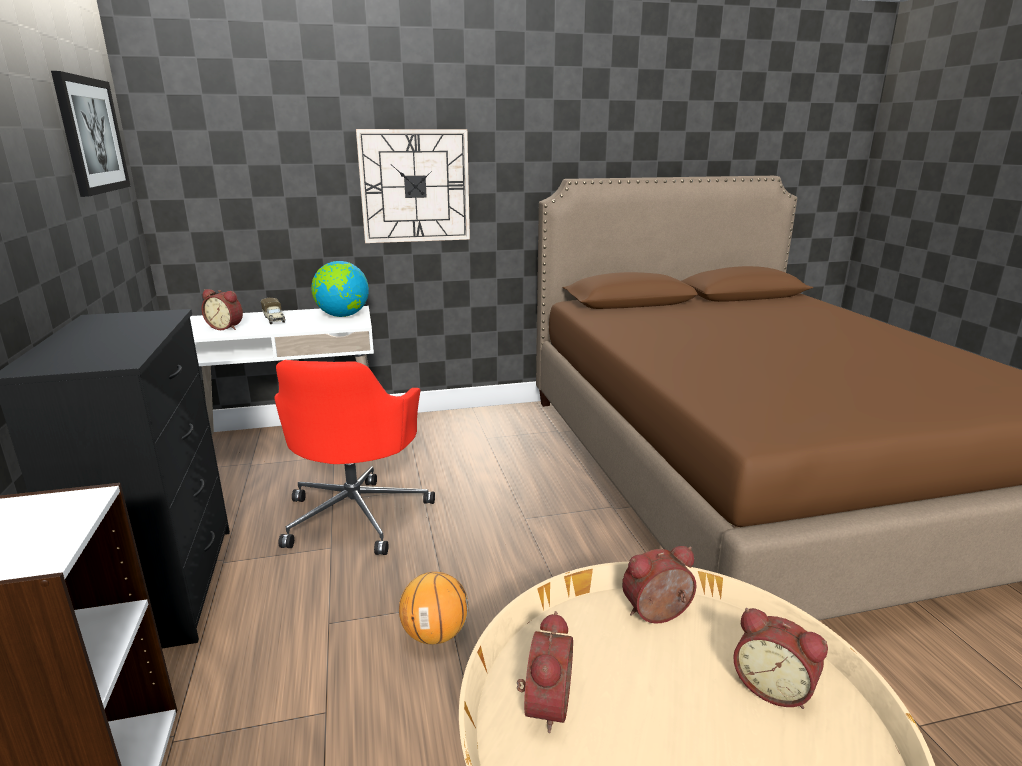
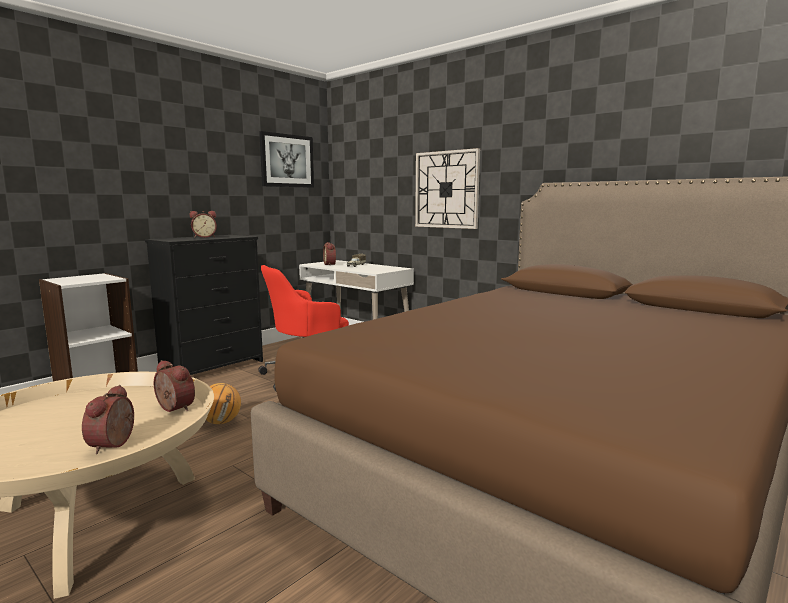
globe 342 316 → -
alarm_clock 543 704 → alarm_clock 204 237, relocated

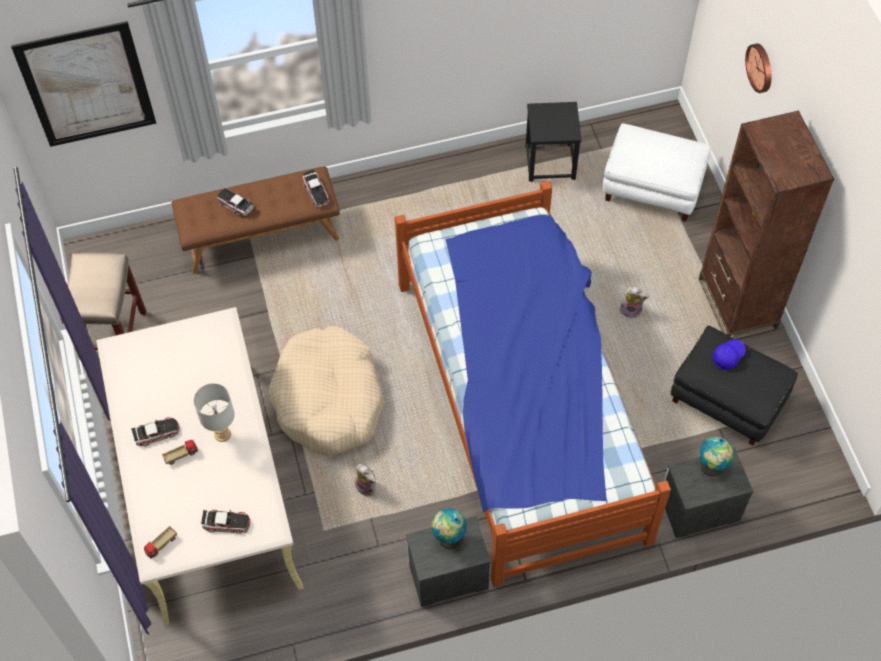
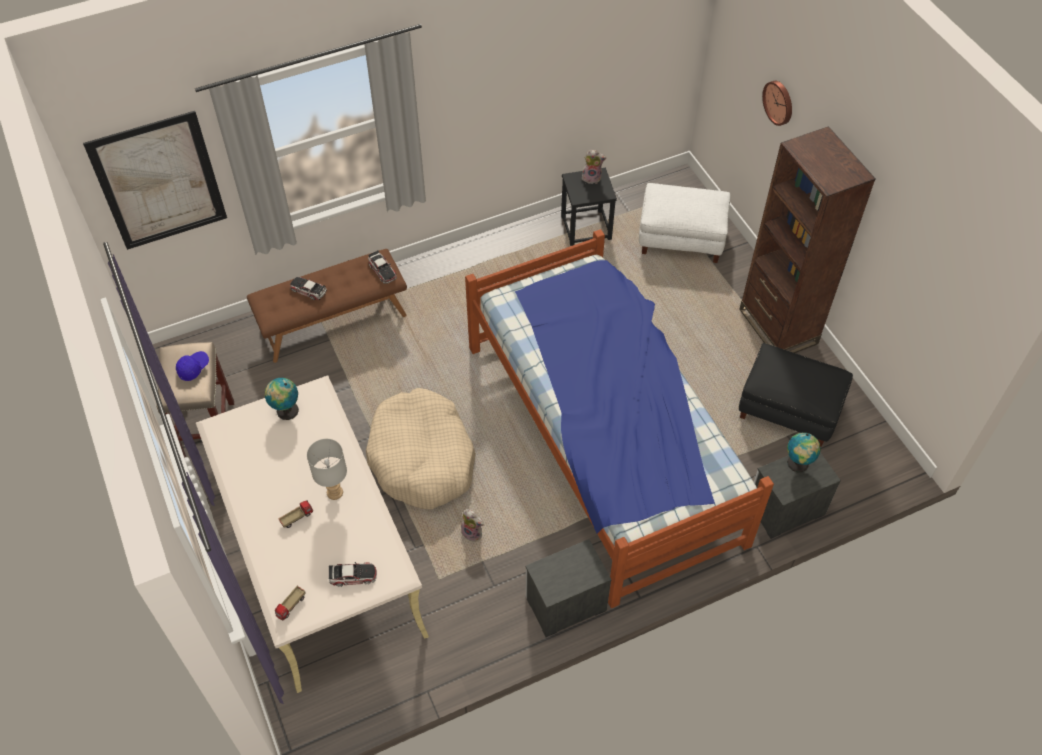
toy_car 156 433 → -
globe 448 538 → globe 286 411, relocated
plush_toy 631 310 → plush_toy 592 177, relocated
blue_cap 728 356 → blue_cap 193 368, relocated

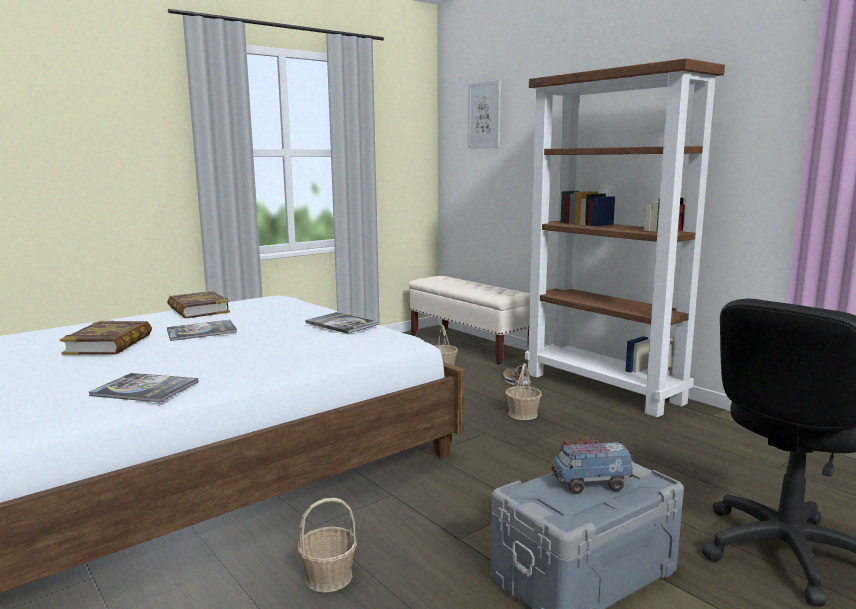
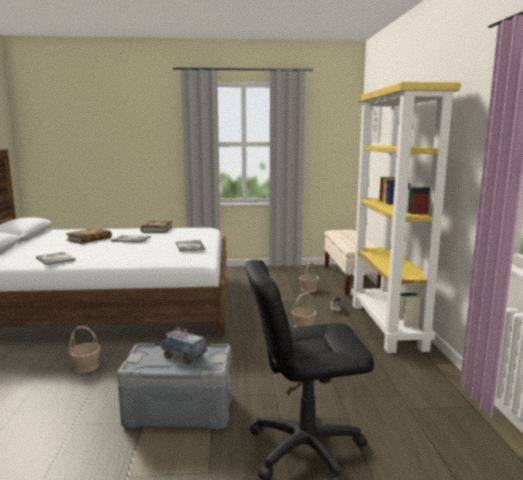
brown_bookcase 604 388 → yellow_bookcase 388 326

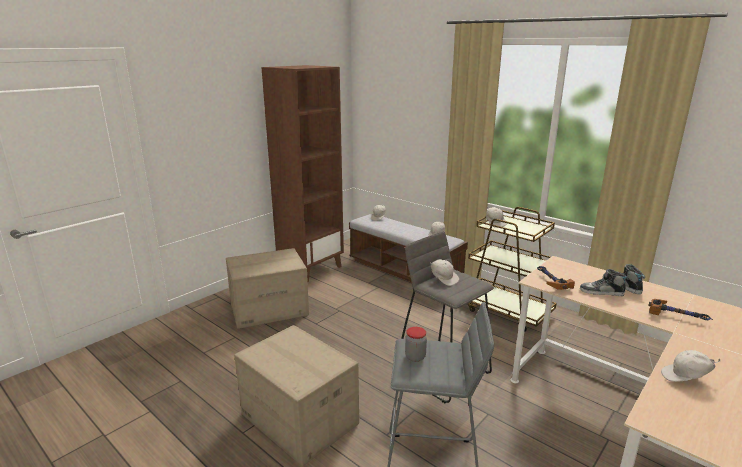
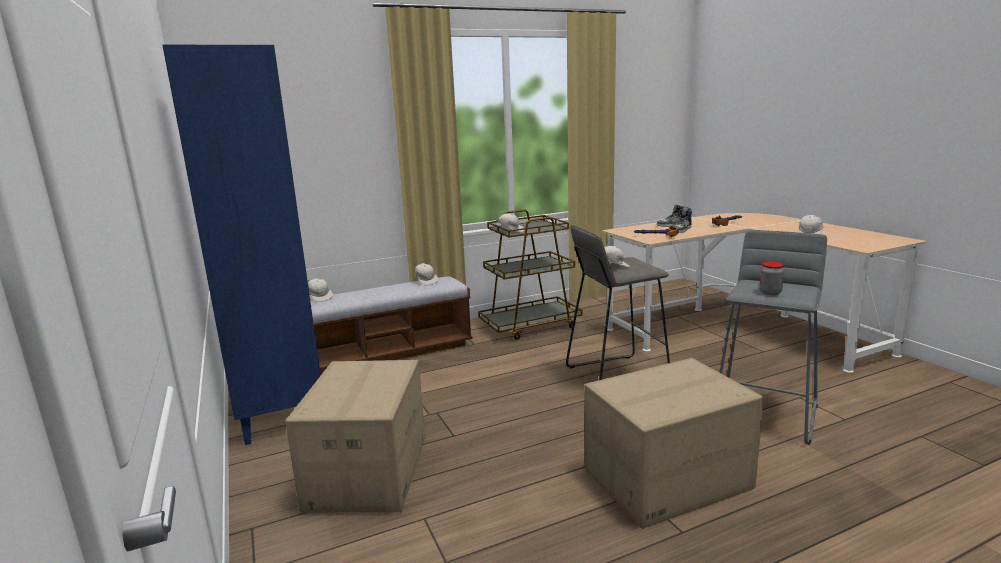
brown_bookcase 311 268 → blue_bookcase 280 415

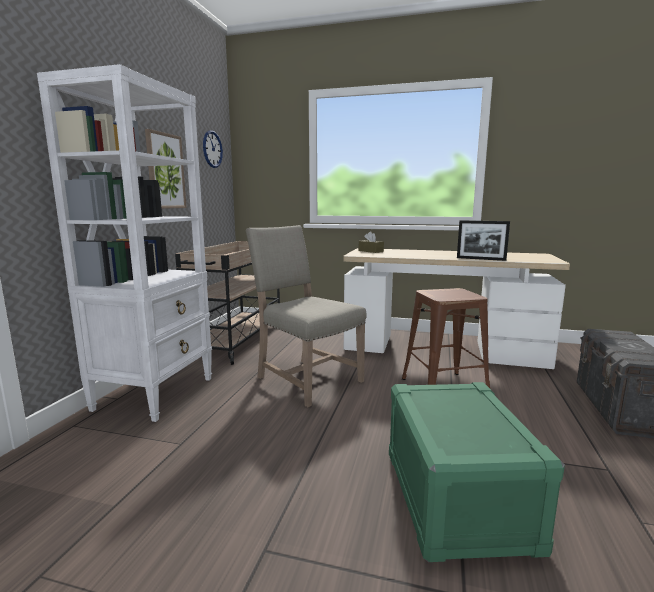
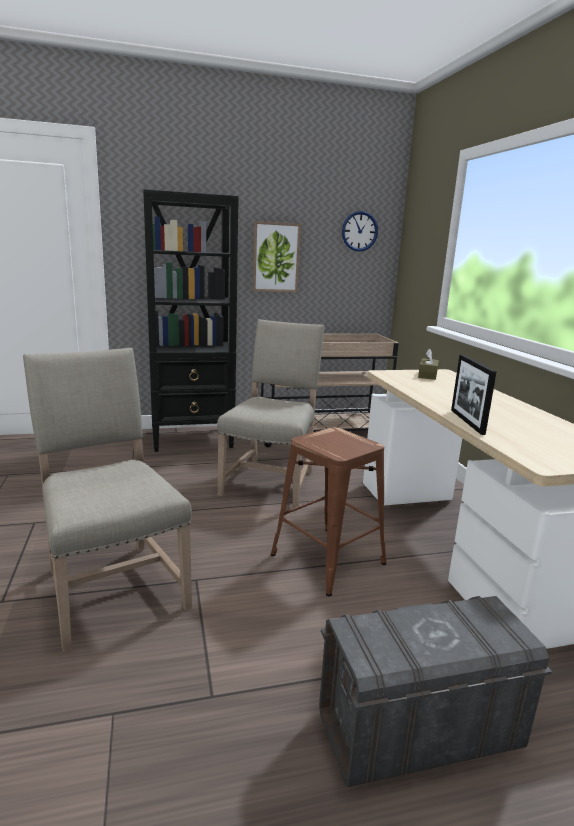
white_bookcase 156 393 → black_bookcase 193 439
green_storage_box 455 498 → beige_chair 112 587

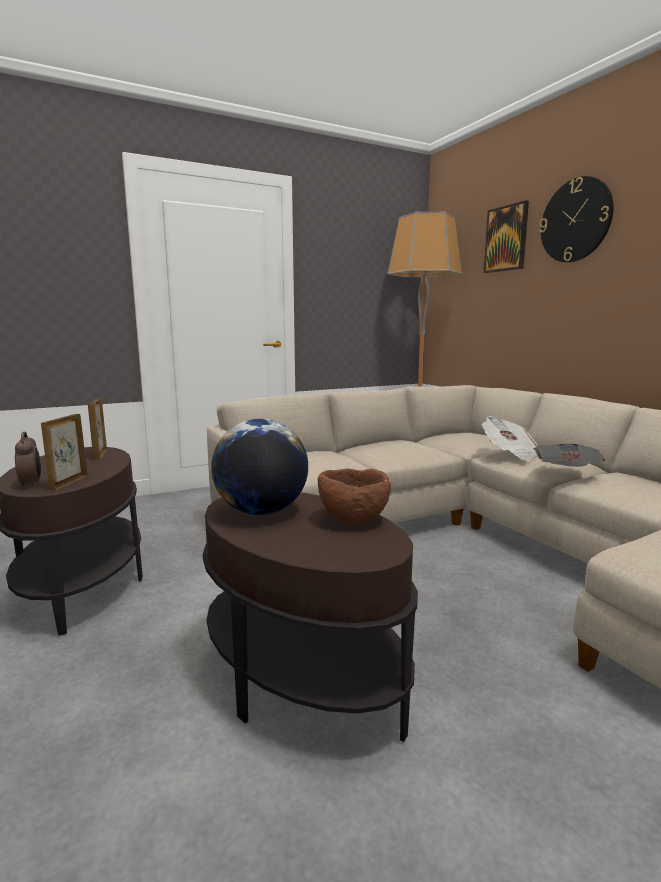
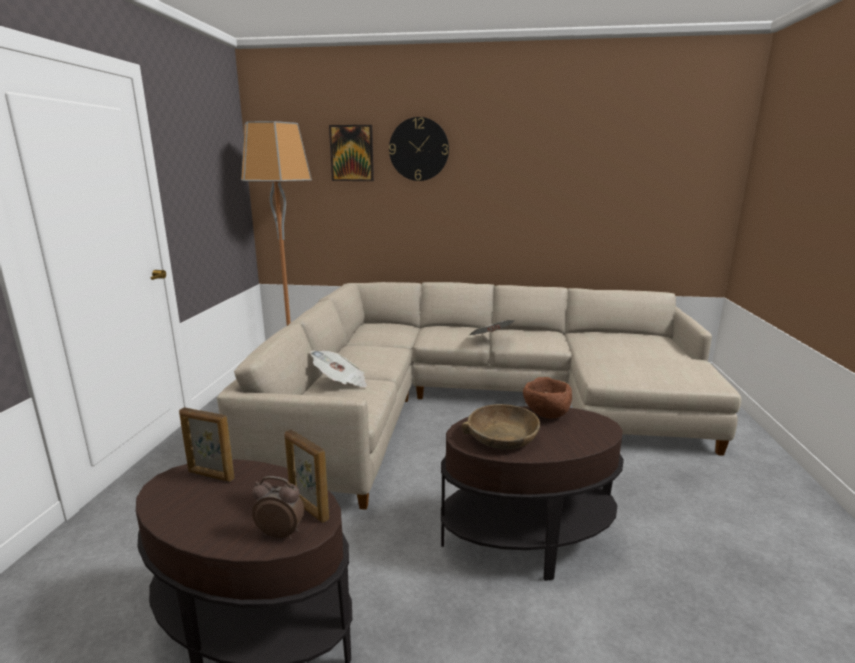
globe 261 511 → brown_bowl 502 437
newspaper 510 454 → newspaper 341 383, relocated

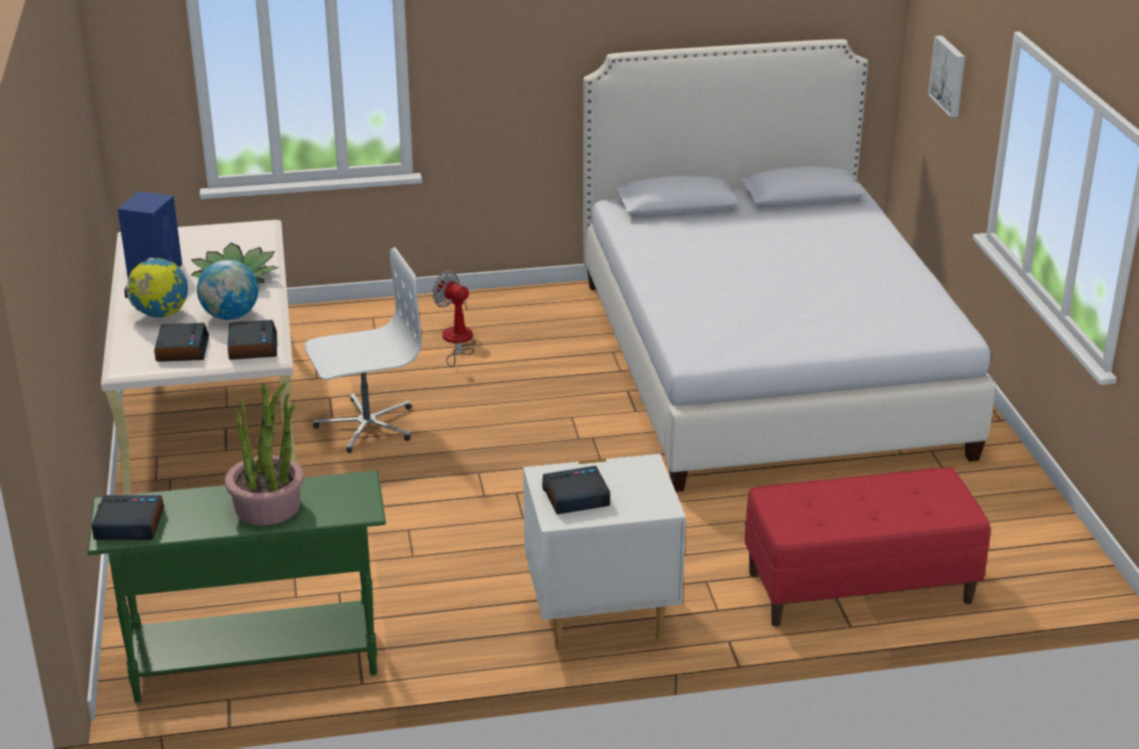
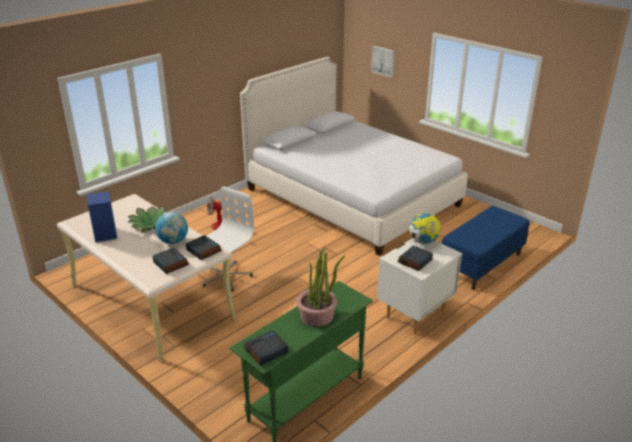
globe 161 315 → globe 423 242, relocated
red_bench 858 588 → blue_bench 481 264

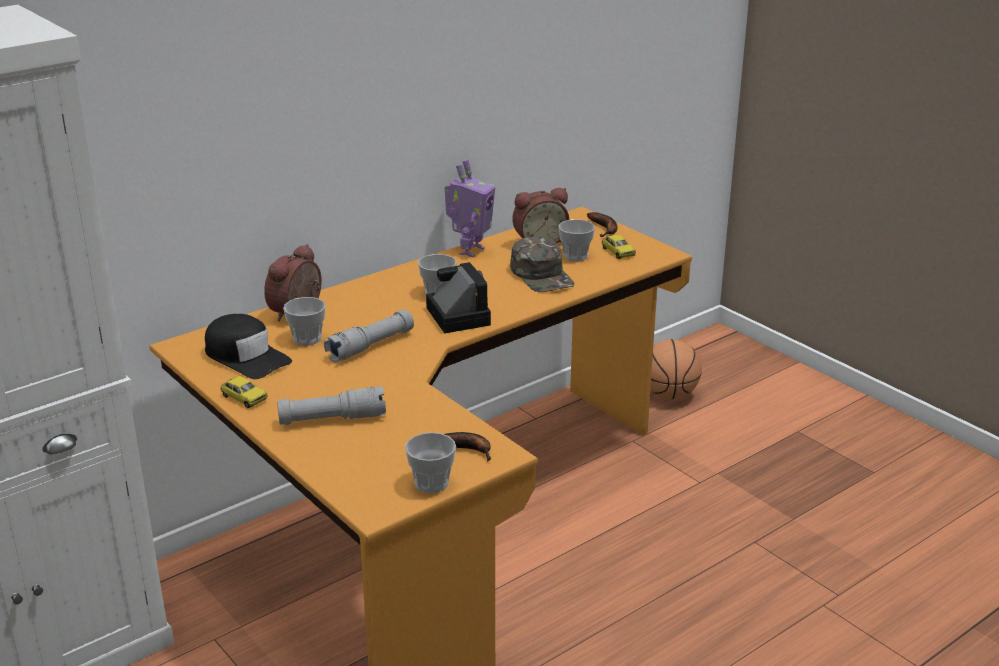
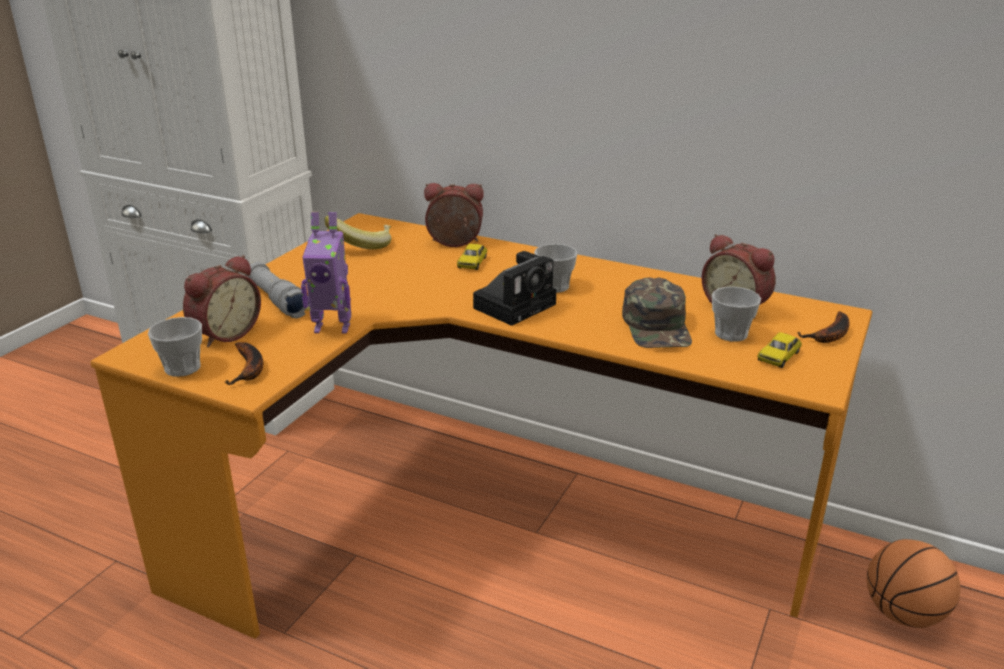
black_cap 246 357 → banana 362 245
toy_car 244 398 → toy_car 472 263, relocated
cup 307 338 → -
grey_flashlight 371 346 → -
toy_robot 470 250 → toy_robot 332 327, relocated
green_cap 542 275 → green_cap 657 326, 45 degrees counterclockwise
- → alarm_clock 224 334

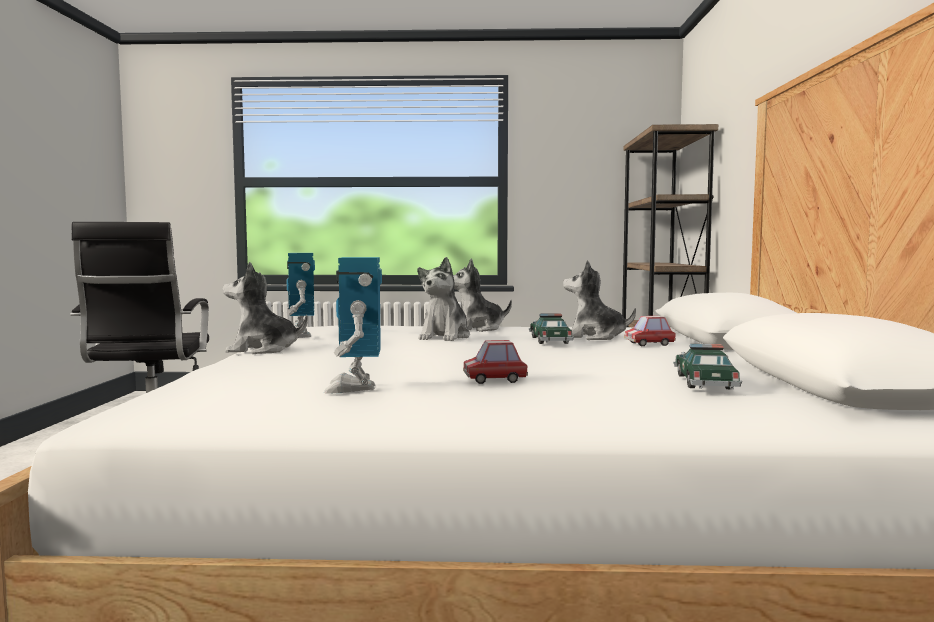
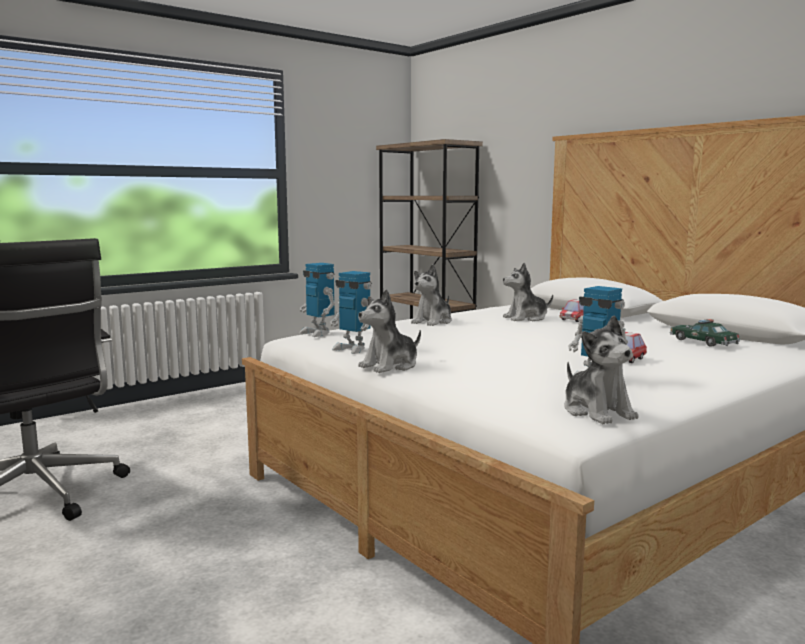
plush_toy 445 337 → plush_toy 597 412, relocated
toy_car 550 341 → -
- → toy_robot 318 333

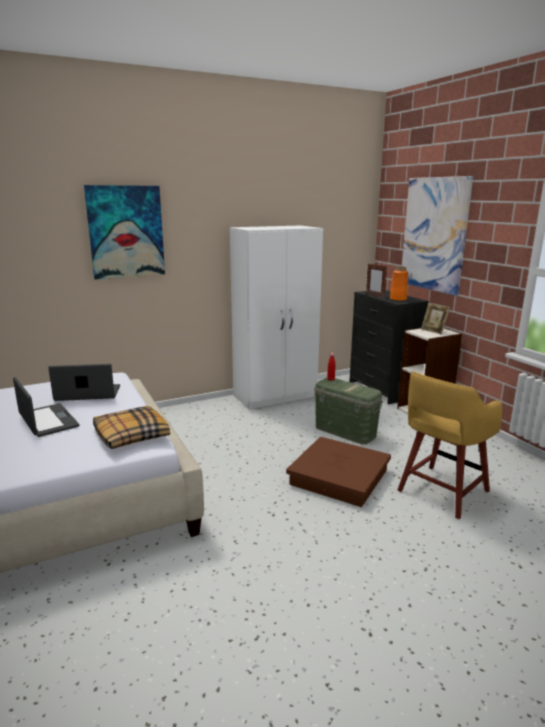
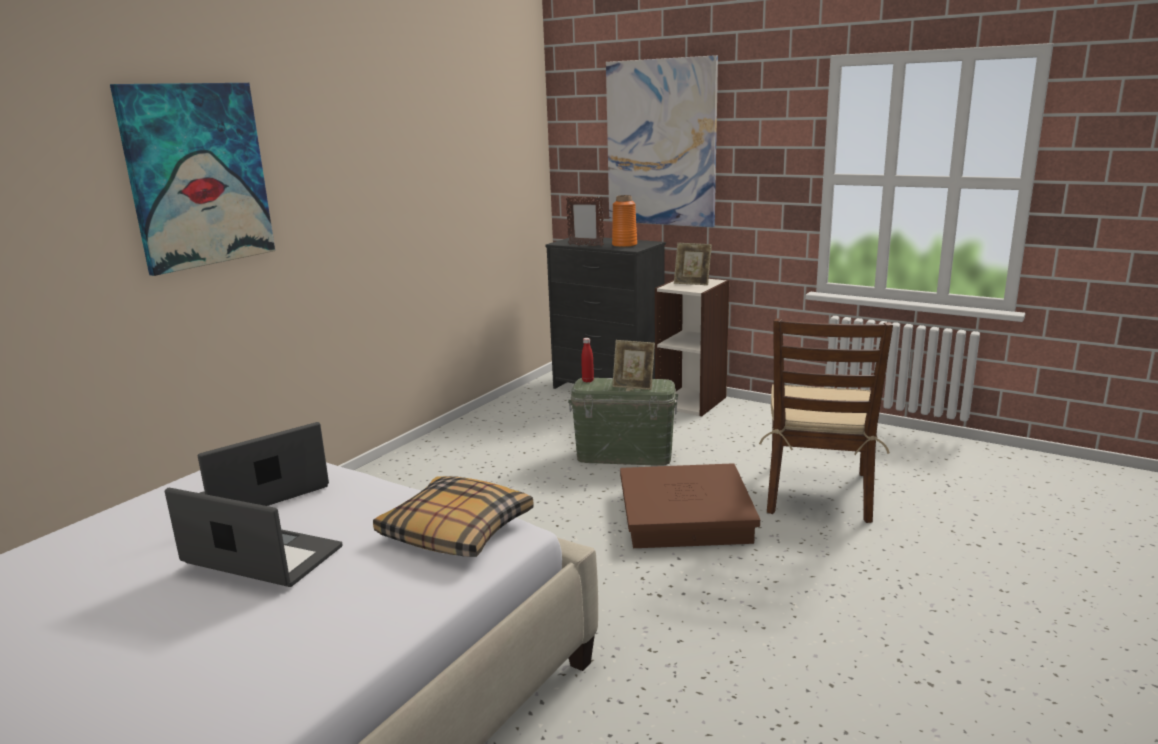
white_wardrobe 276 396 → -
yellow_stool 441 492 → brown_chair 818 493
- → picture_frame 633 386

